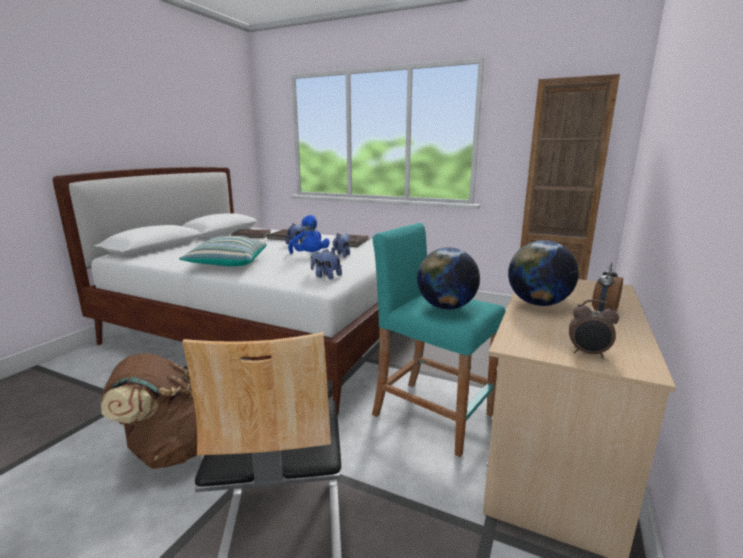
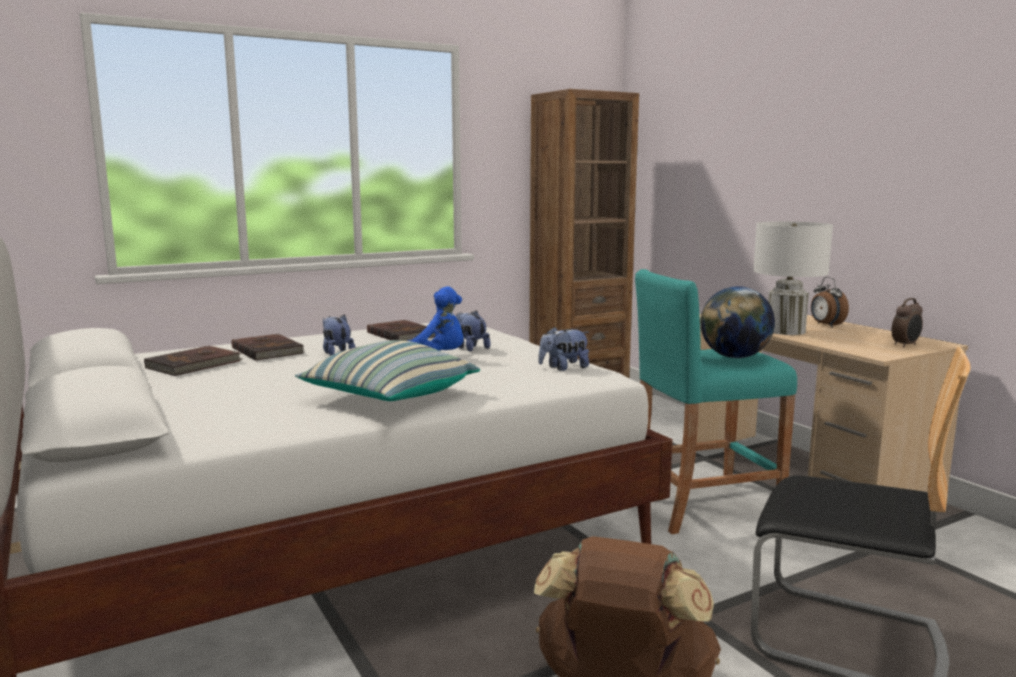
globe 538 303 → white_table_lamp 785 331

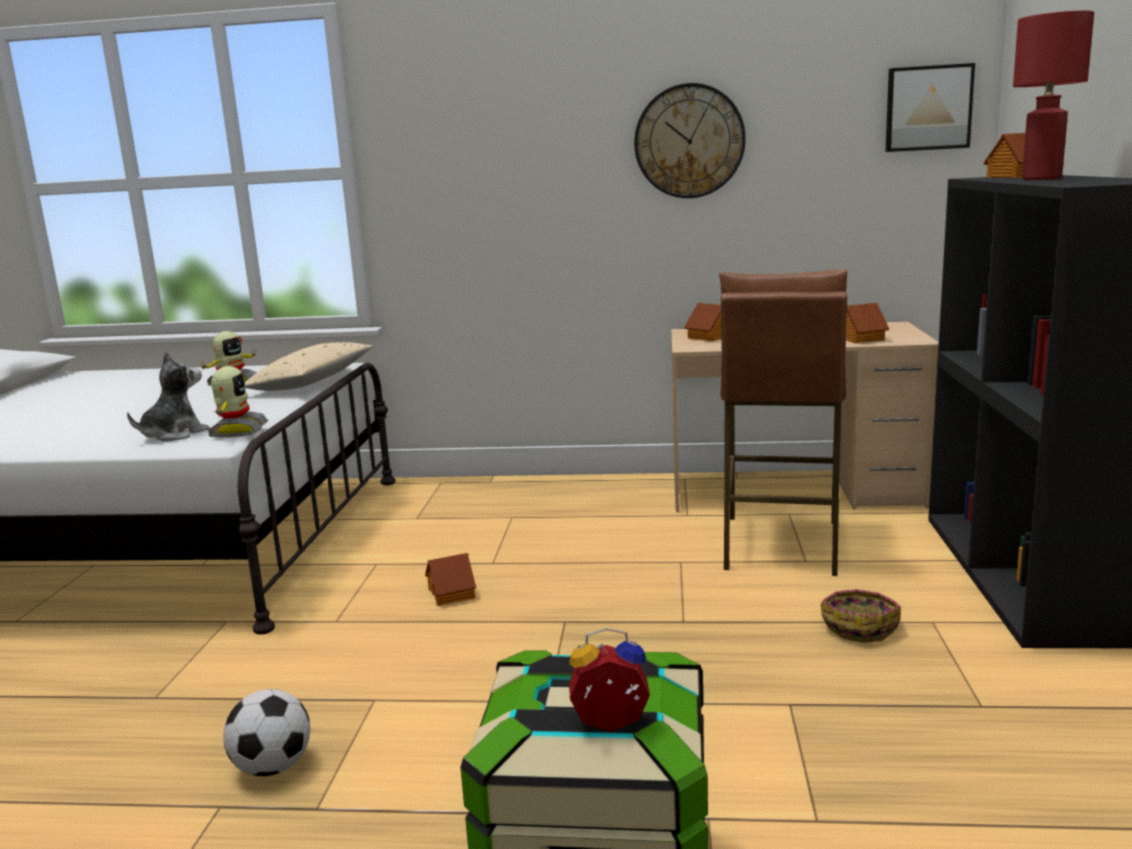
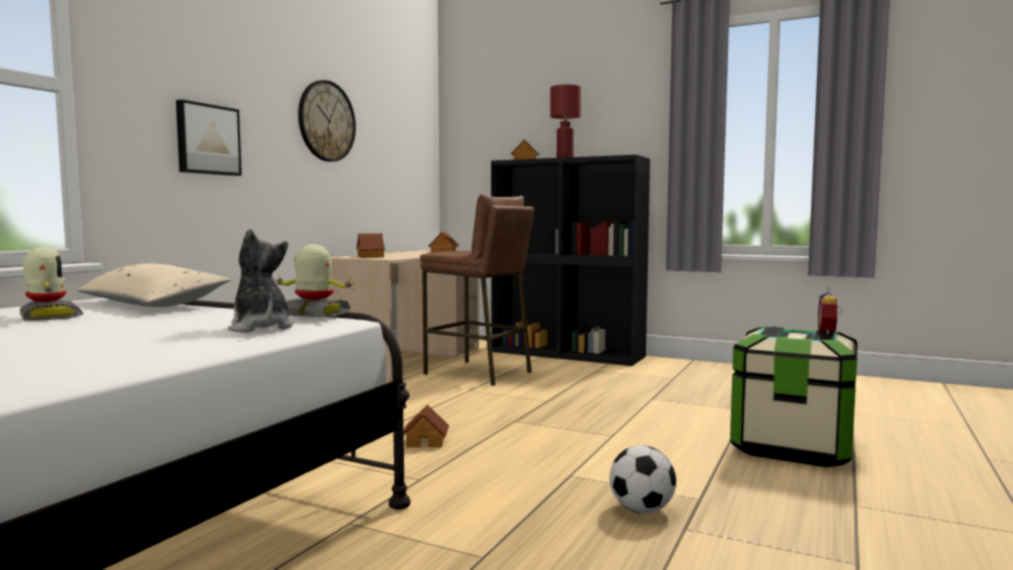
basket 859 626 → -
picture 928 108 → picture 207 139, relocated

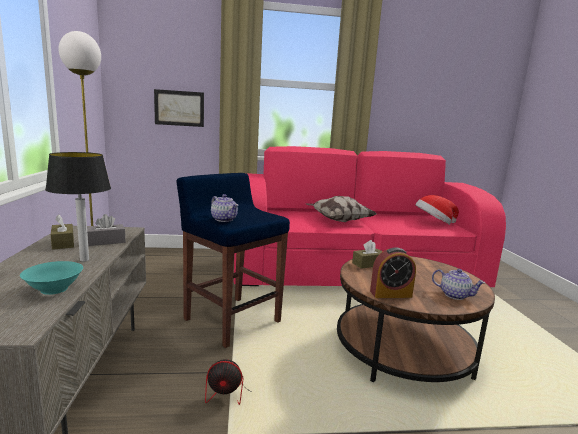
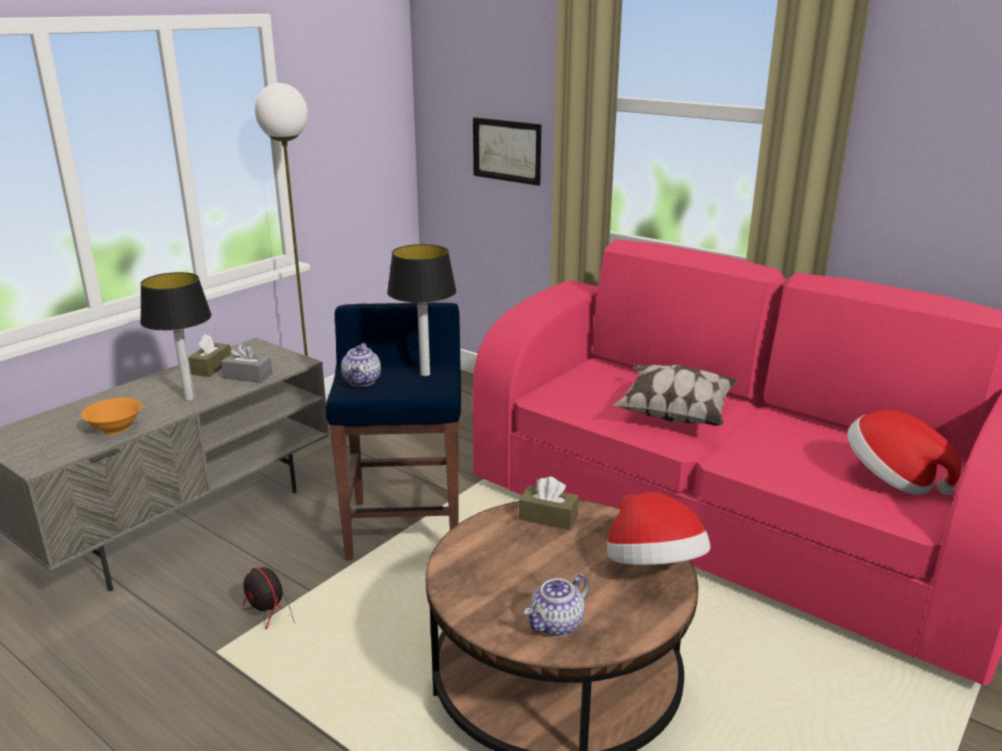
turquoise_bowl 55 289 → orange_bowl 115 428
alarm_clock 390 294 → -
teapot 455 295 → teapot 557 625, 60 degrees clockwise
- → table_lamp 424 374
- → hat 653 568

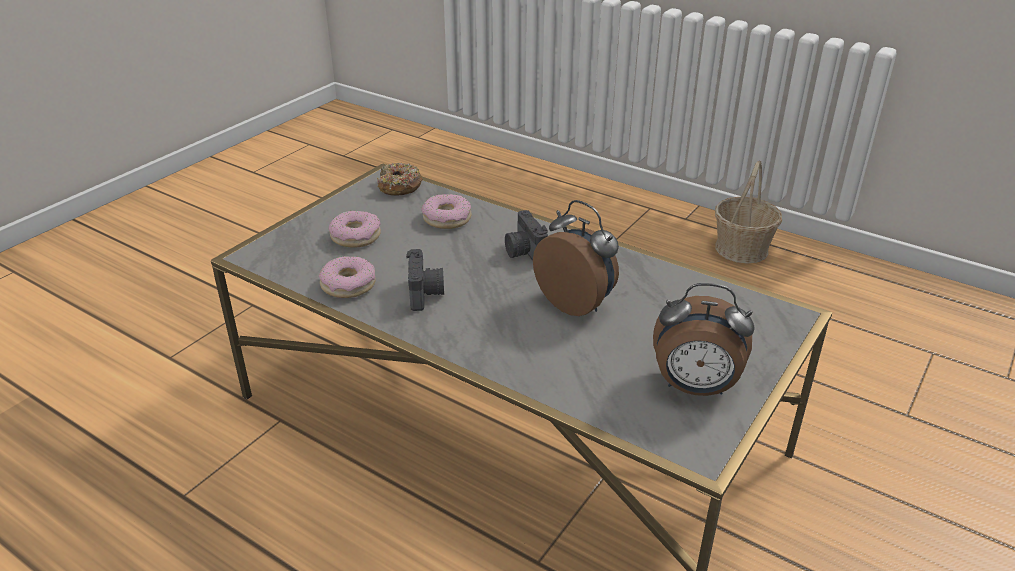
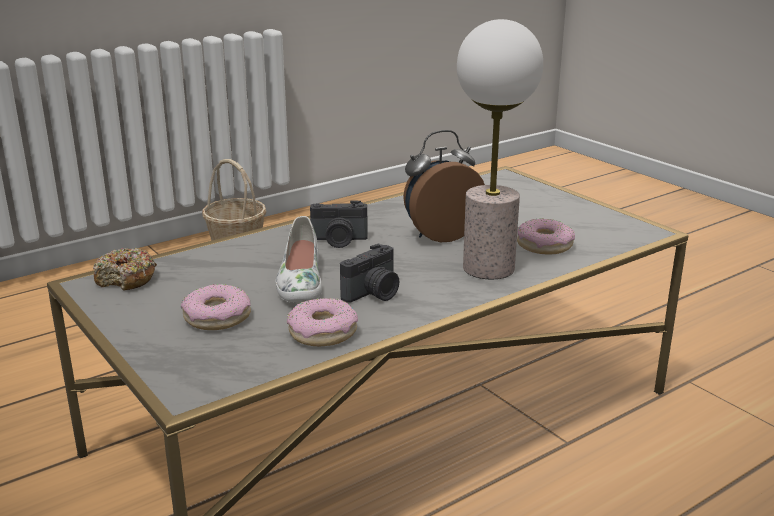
photo_camera 426 293 → photo_camera 374 294, 120 degrees clockwise
donut 447 218 → donut 544 245, relocated
alarm_clock 695 388 → -
- → white_shoe 299 281
- → table_lamp 488 268

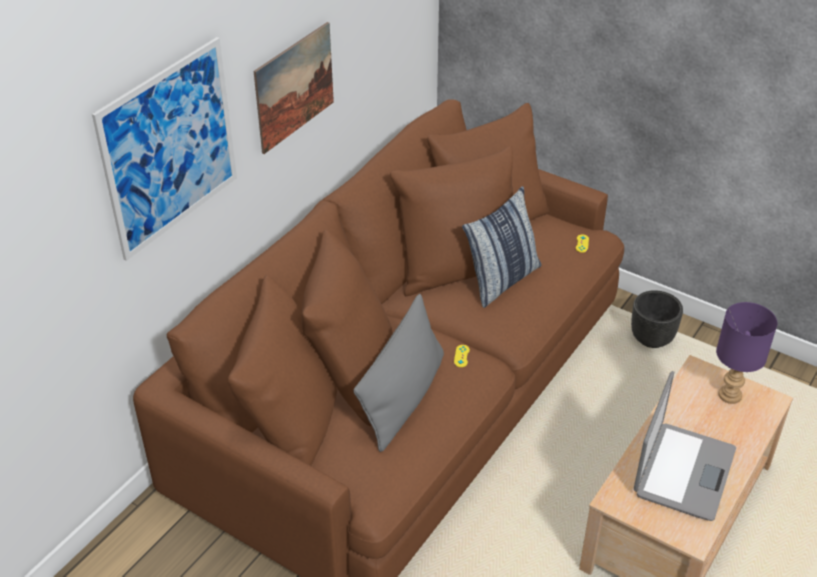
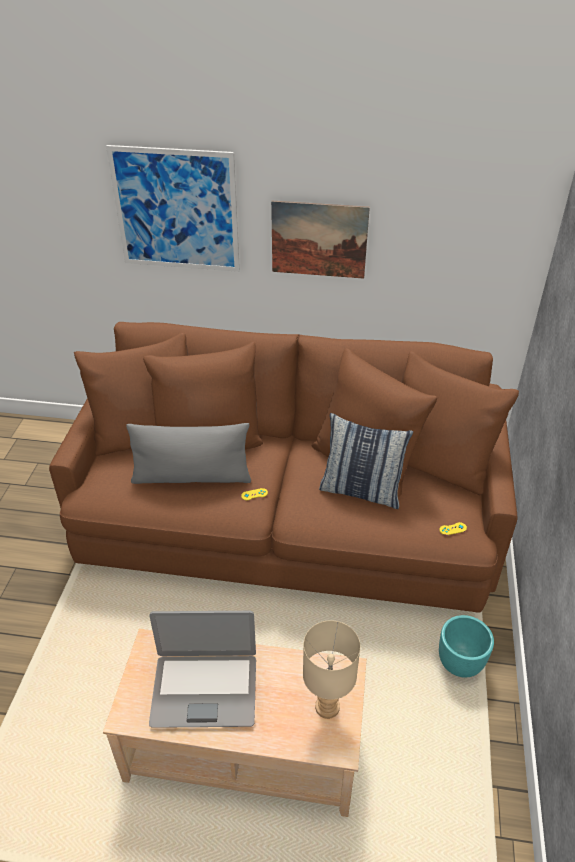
black_planter 652 338 → turquoise_planter 460 663
purple_table_lamp 730 396 → beige_table_lamp 326 707

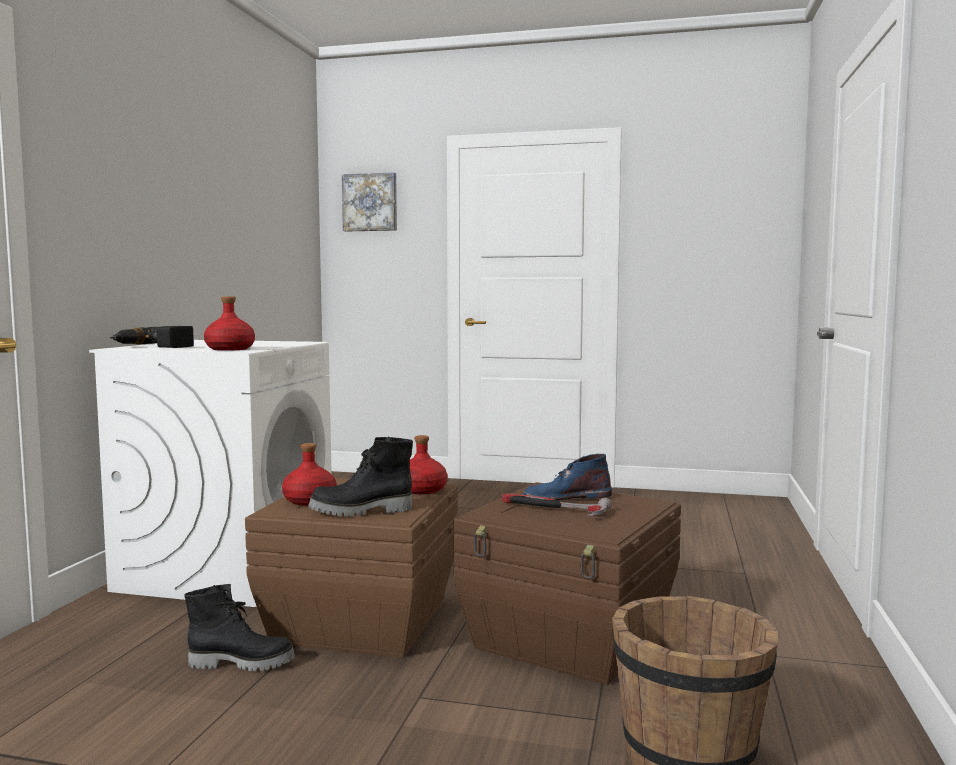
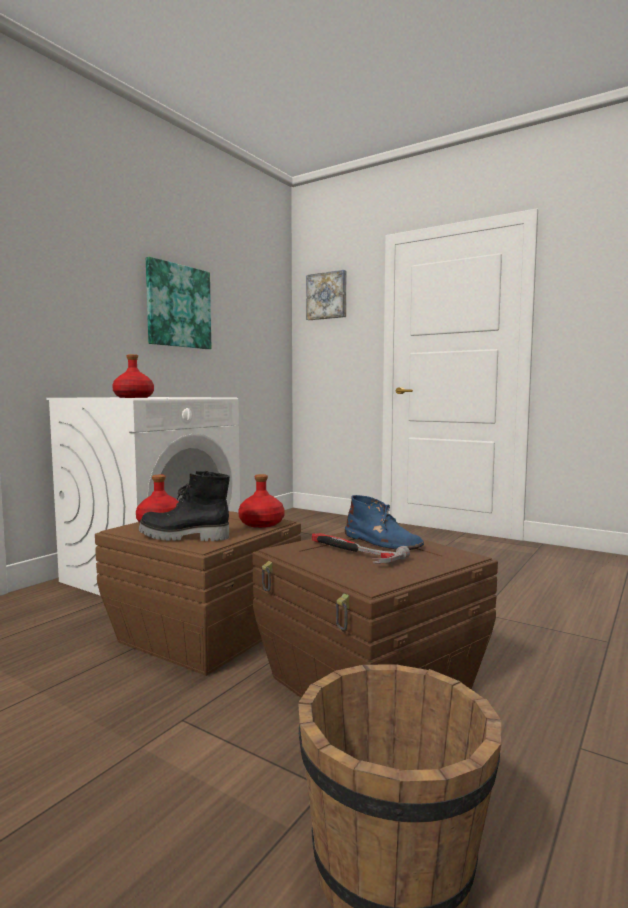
power_drill 153 347 → -
black_boot 242 662 → -
blue_boot 566 496 → blue_boot 382 541, 150 degrees counterclockwise
- → picture 178 306

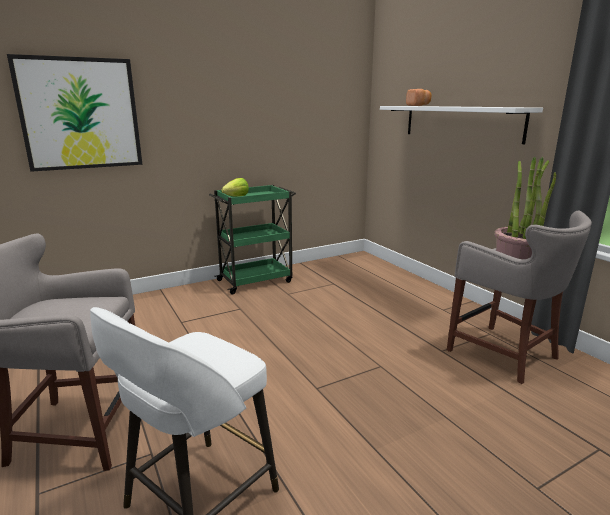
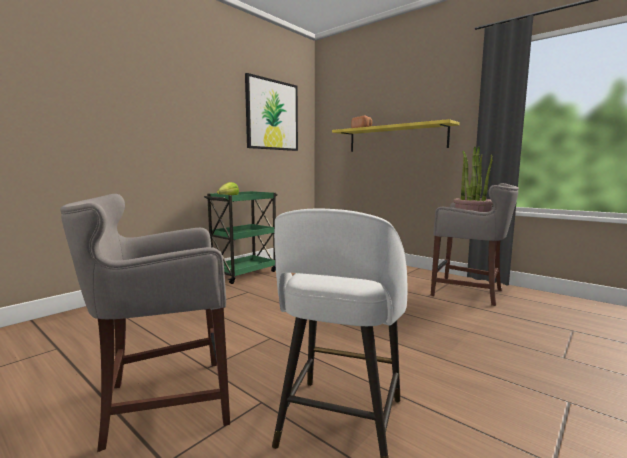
picture 80 114 → picture 272 115, relocated
white_shelf 460 122 → yellow_shelf 396 138

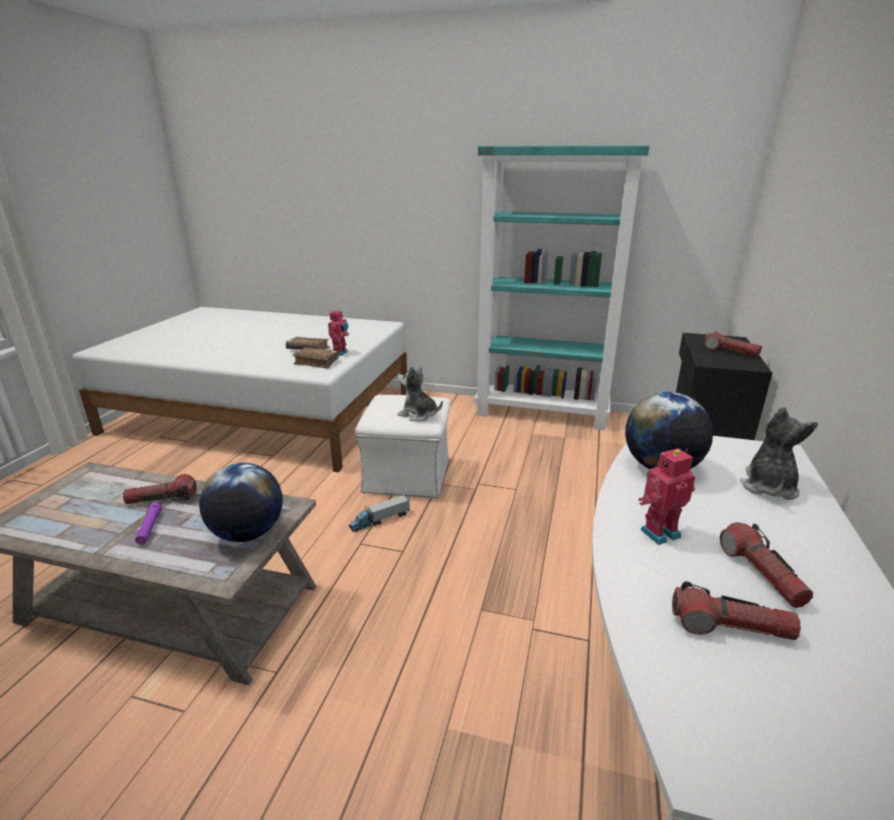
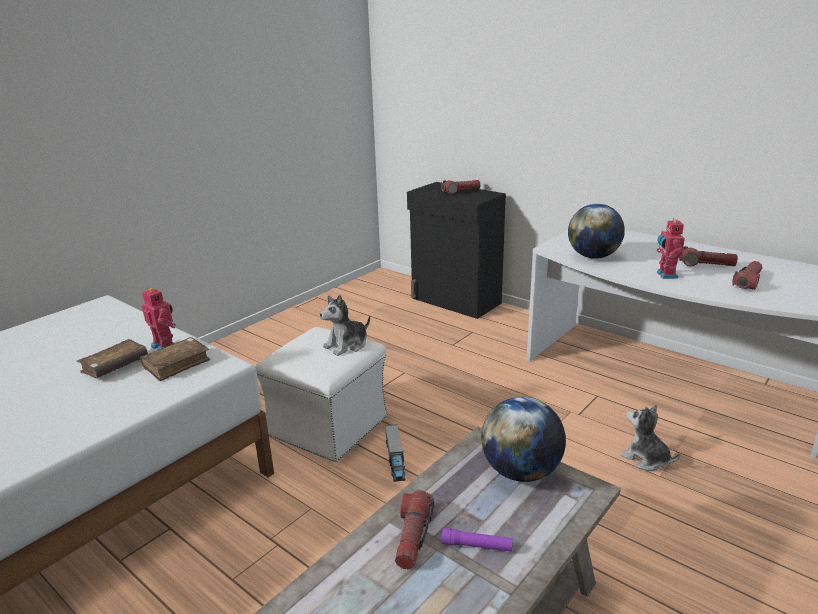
turquoise_bookcase 542 413 → -
plush_toy 768 486 → plush_toy 645 459, relocated

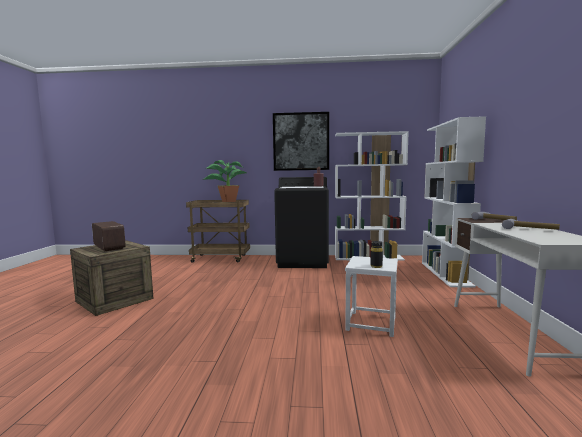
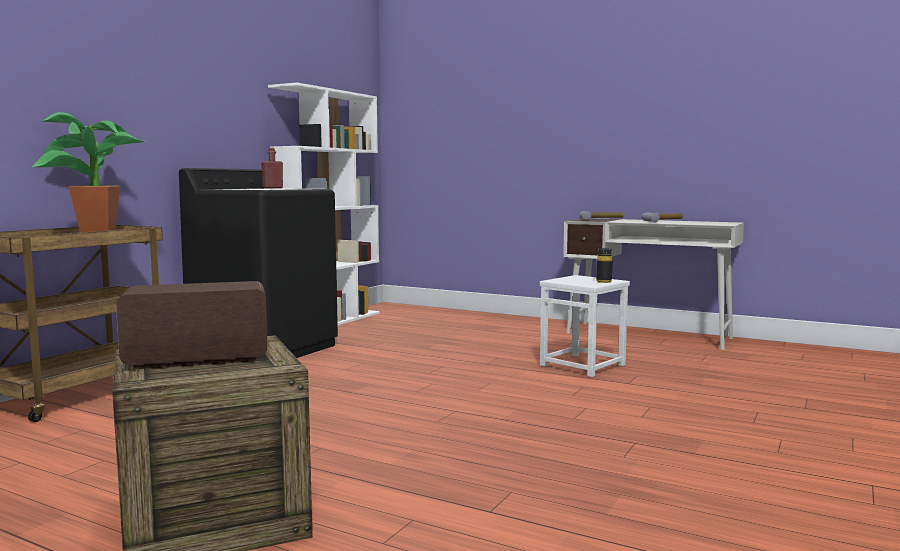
picture 301 141 → -
white_bookcase 446 274 → -

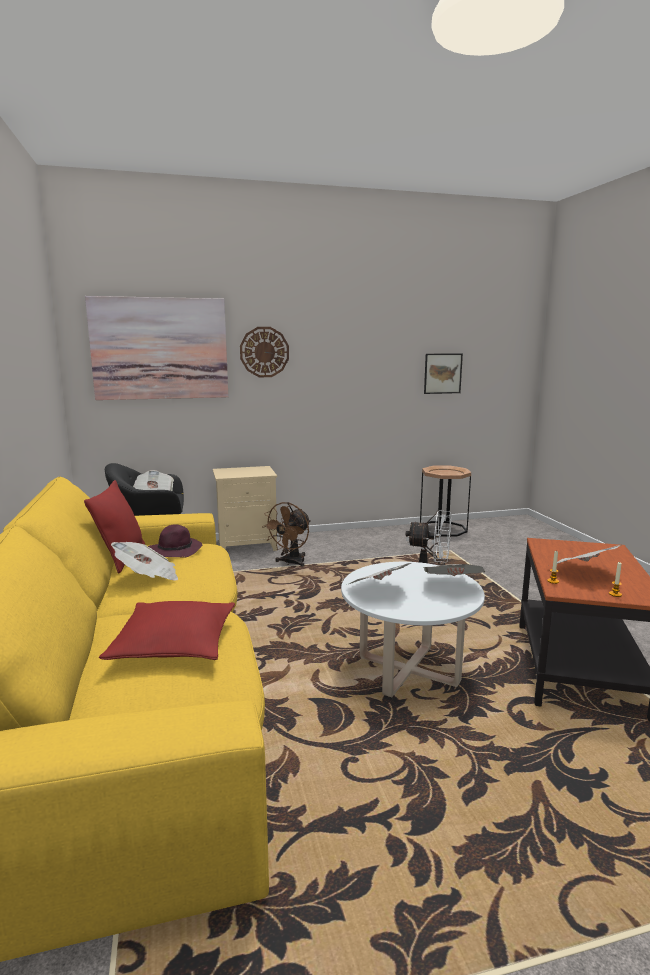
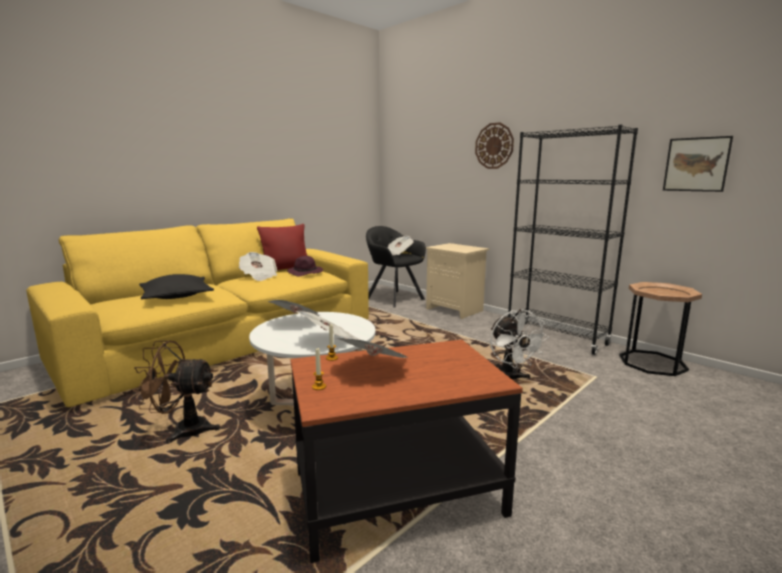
picture 160 349 → -
red_pillow 174 644 → black_pillow 176 296
brown_fan 291 563 → brown_fan 183 430, relocated
- → black_bookcase 556 338

